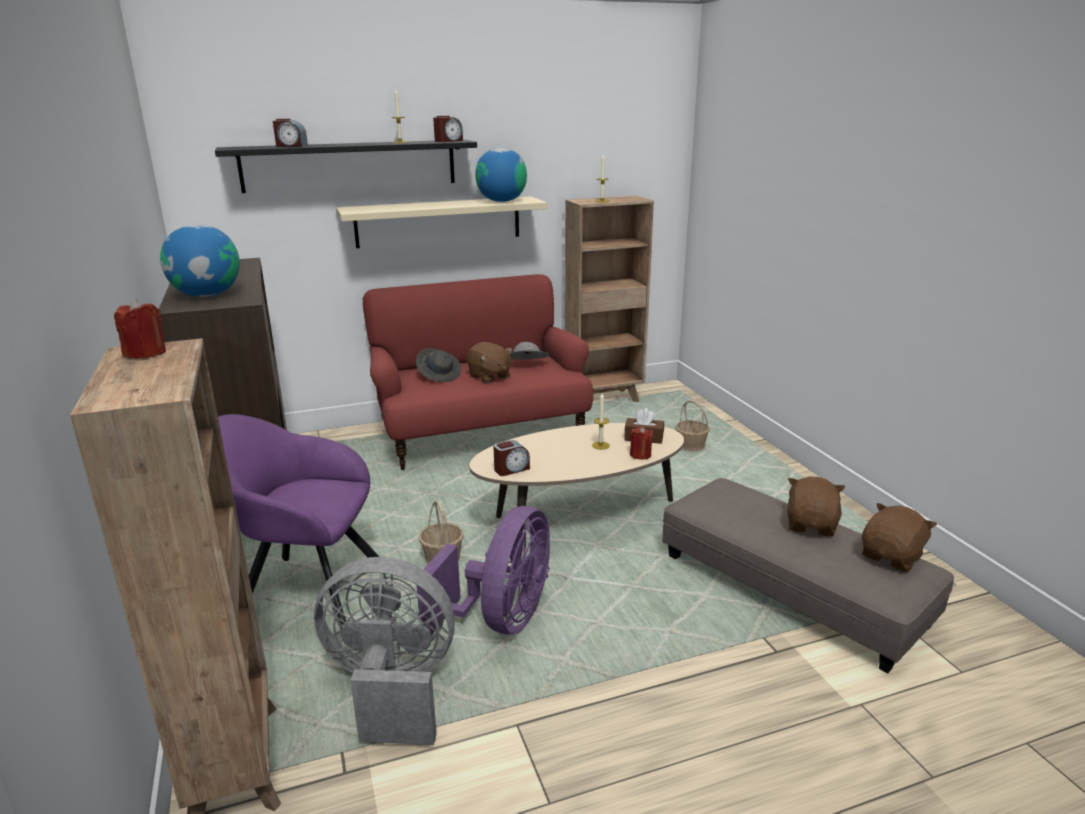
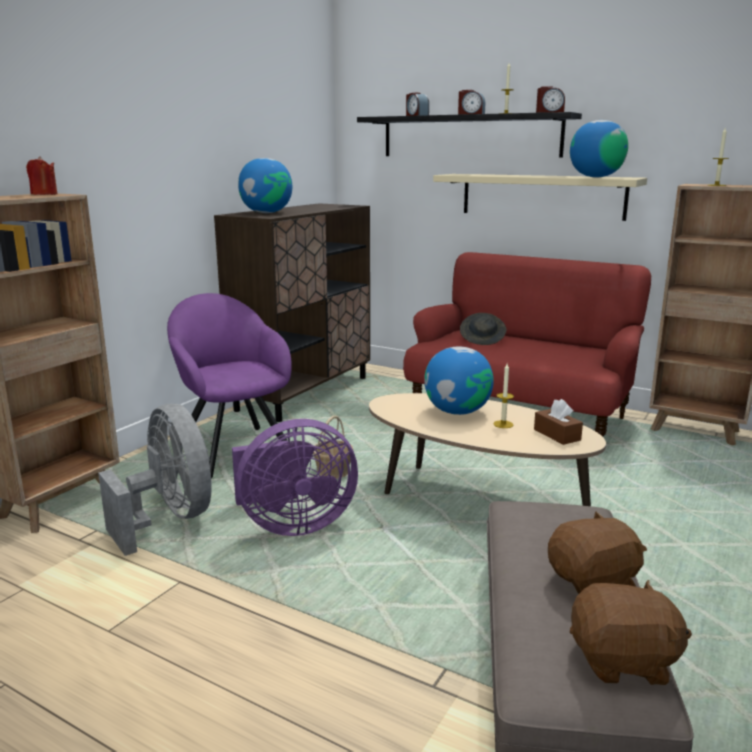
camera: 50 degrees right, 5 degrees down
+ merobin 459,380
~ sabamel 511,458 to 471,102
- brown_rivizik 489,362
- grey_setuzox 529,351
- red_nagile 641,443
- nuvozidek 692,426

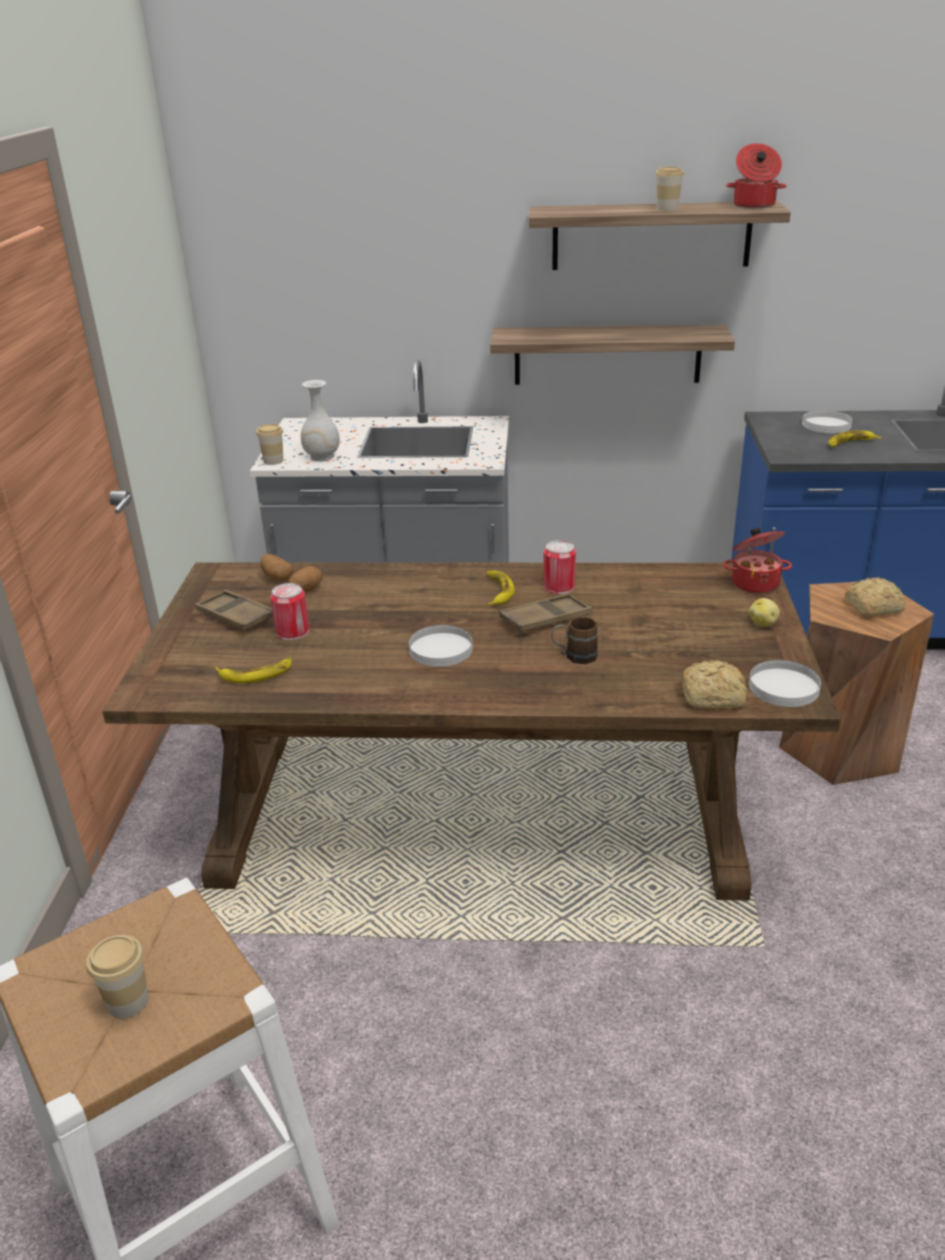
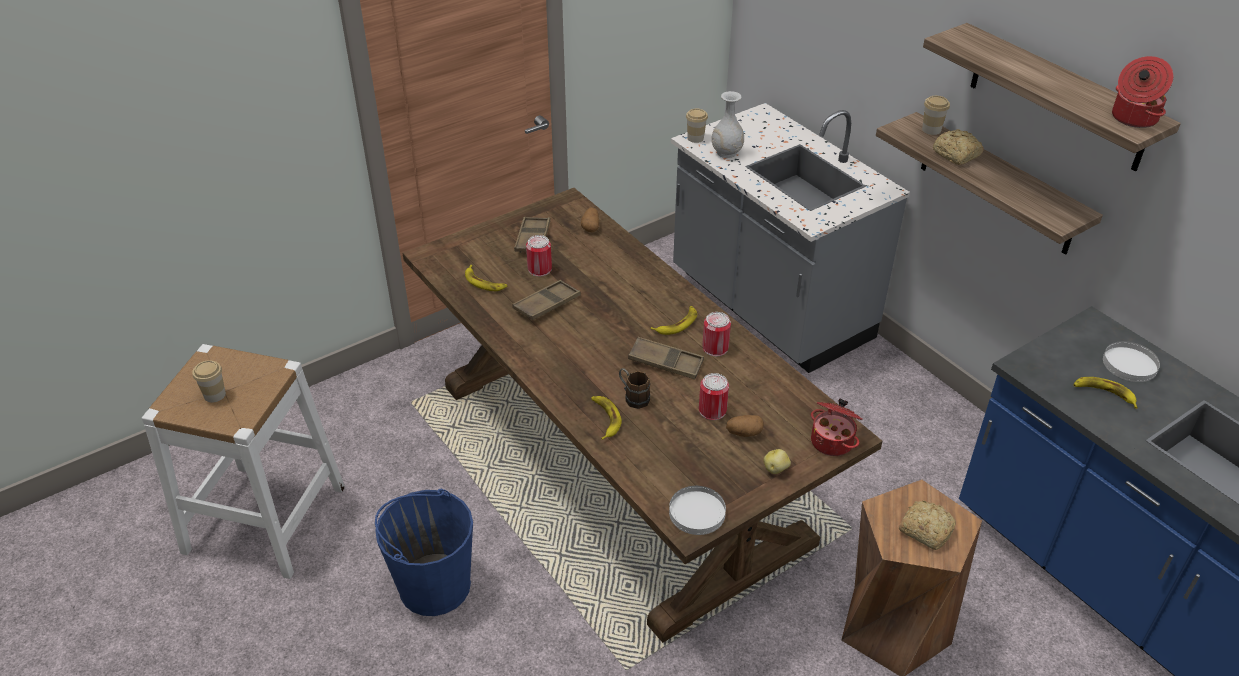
camera: 50 degrees right, 10 degrees up
+ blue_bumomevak 424,552
+ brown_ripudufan 547,300
+ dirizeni 606,418
+ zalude 714,396
~ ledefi 305,579 to 745,426
~ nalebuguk 669,189 to 936,115
~ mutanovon 715,684 to 958,147
- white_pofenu 441,646

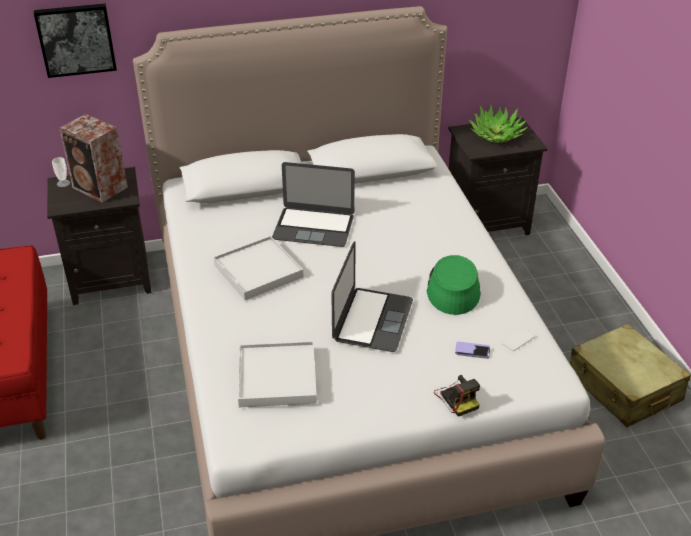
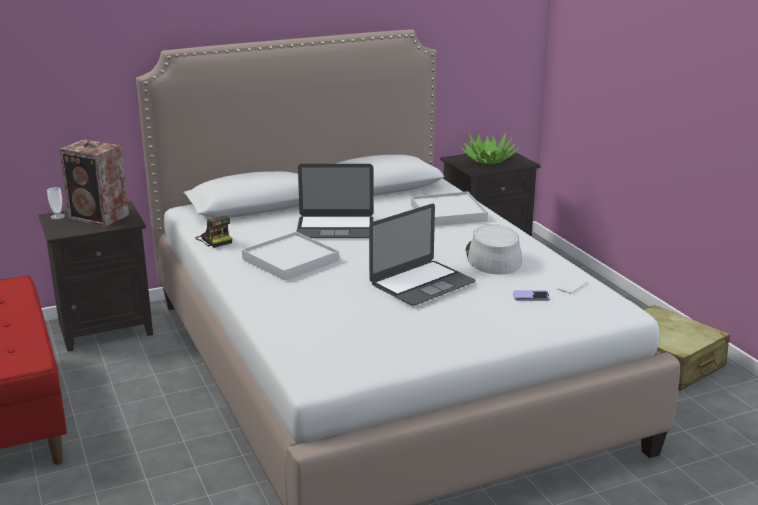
camera: 10 degrees left, 15 degrees down
~ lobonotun 457,396 to 213,231
~ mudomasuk 372,296 = 422,255 45 degrees clockwise
~ white_ripudufan 277,374 to 449,208
~ green_setuzox 454,285 to grey_setuzox 494,249
- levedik 75,40

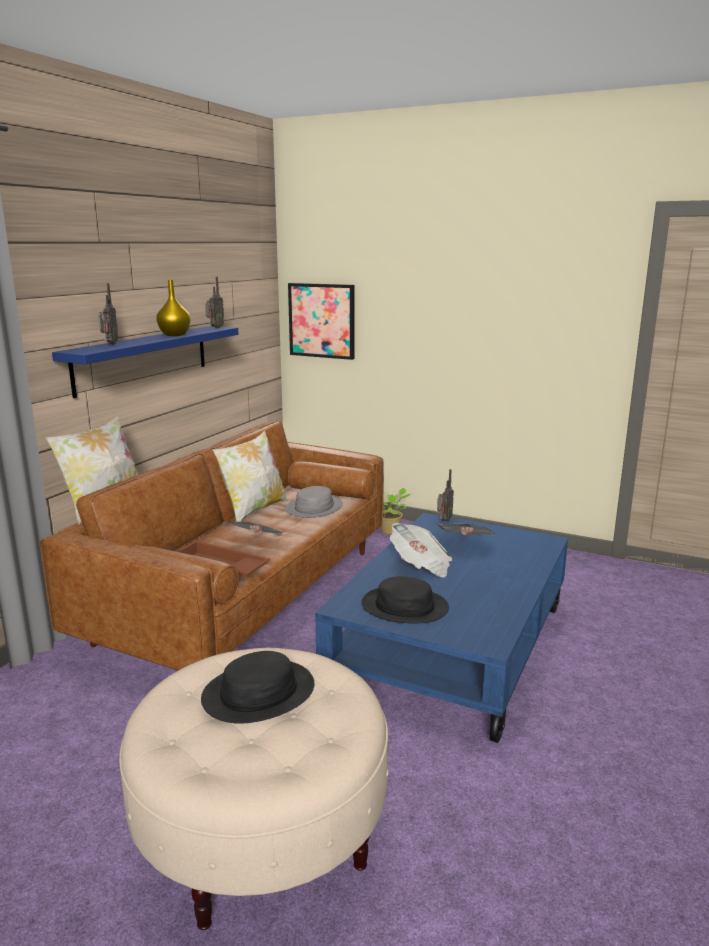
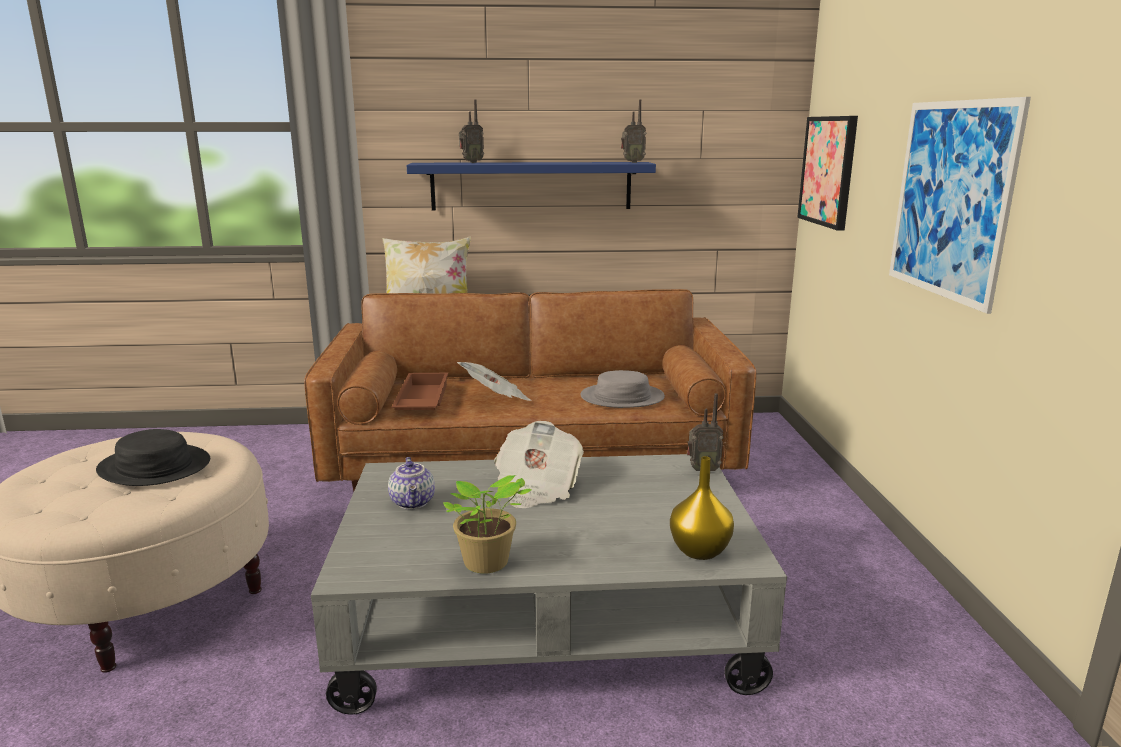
camera: 60 degrees right, 0 degrees up
~ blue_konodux 441,628 to grey_konodux 549,584
~ black_setuzox 405,600 to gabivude 411,483
~ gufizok 395,511 to 487,524
~ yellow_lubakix 173,308 to 702,508
+ levedik 960,205
- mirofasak 250,476
- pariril 465,529

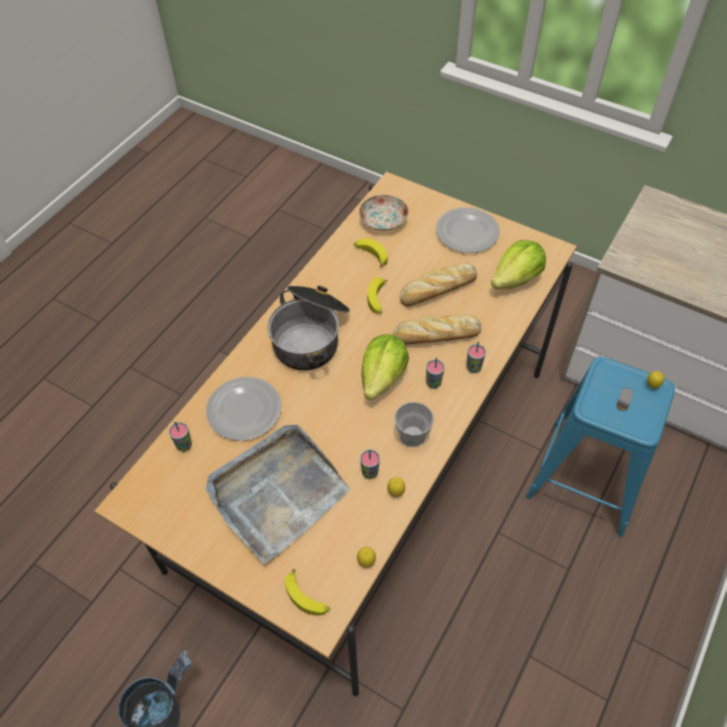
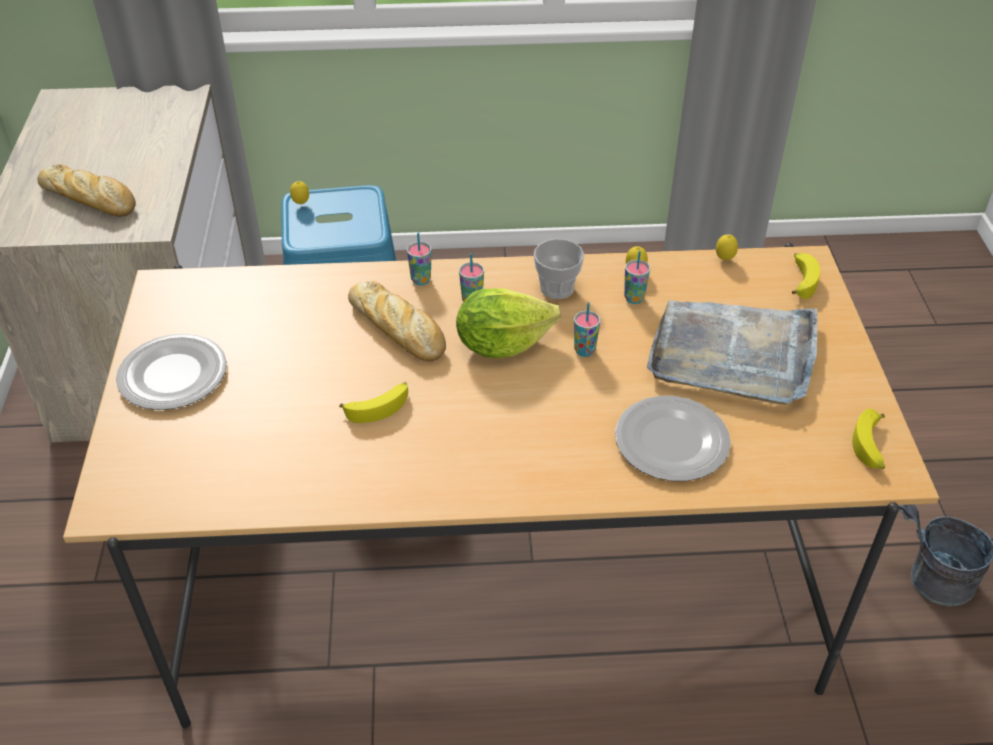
camera: 125 degrees left, 10 degrees down
~ mutanovon 438,284 to 86,190
~ nalebuguk 180,436 to 587,329
~ dirizeni 371,252 to 868,438
- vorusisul 309,328
- pofenu 384,213
- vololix 518,264

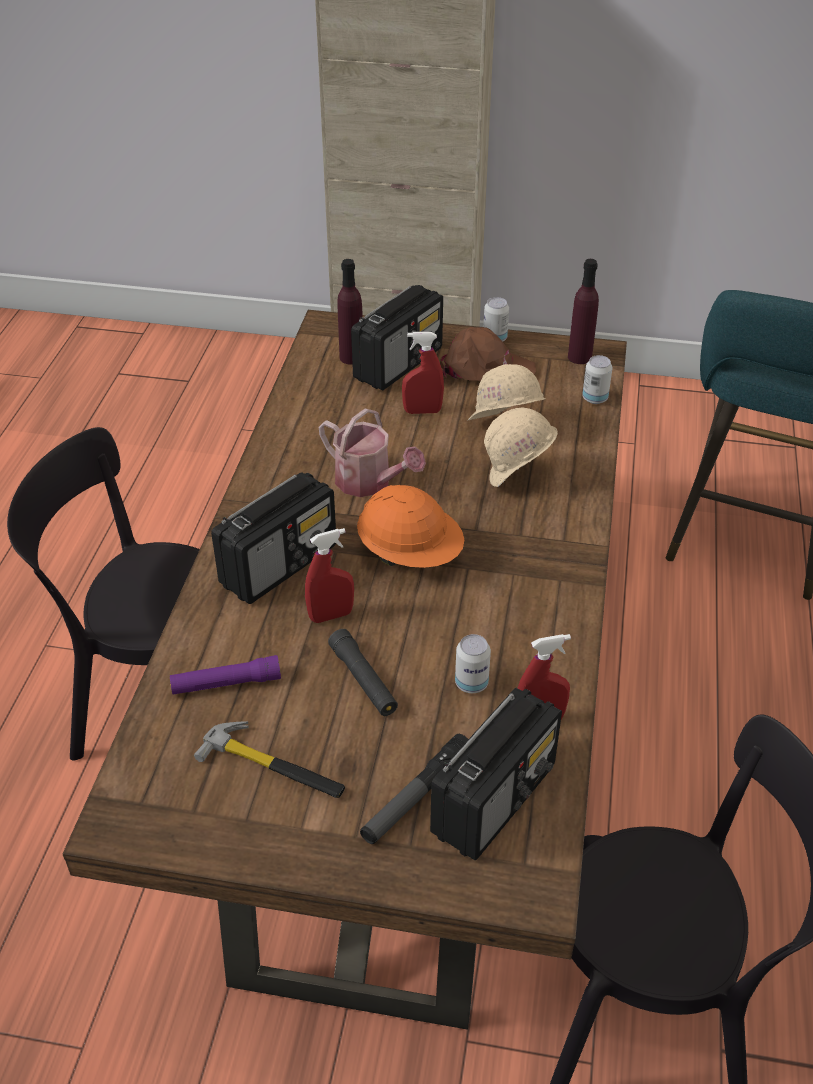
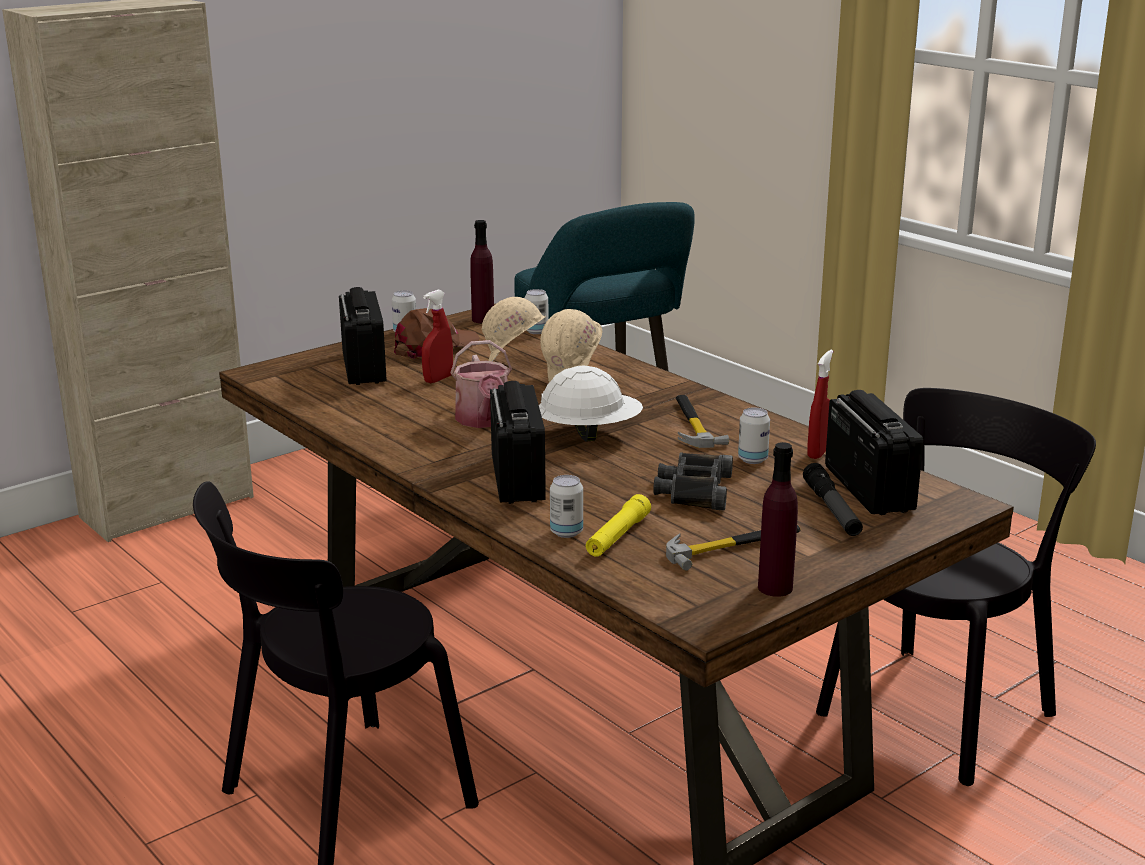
camera: 50 degrees left, 20 degrees down
~ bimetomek 372,452 = 481,384 90 degrees clockwise
~ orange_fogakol 410,526 to white_fogakol 591,404
+ zalude 566,506
~ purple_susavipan 225,675 to yellow_susavipan 618,525
~ black_susavipan 363,672 to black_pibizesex 693,481
+ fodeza 702,421
~ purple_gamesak 350,312 to 778,519
- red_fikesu 329,575

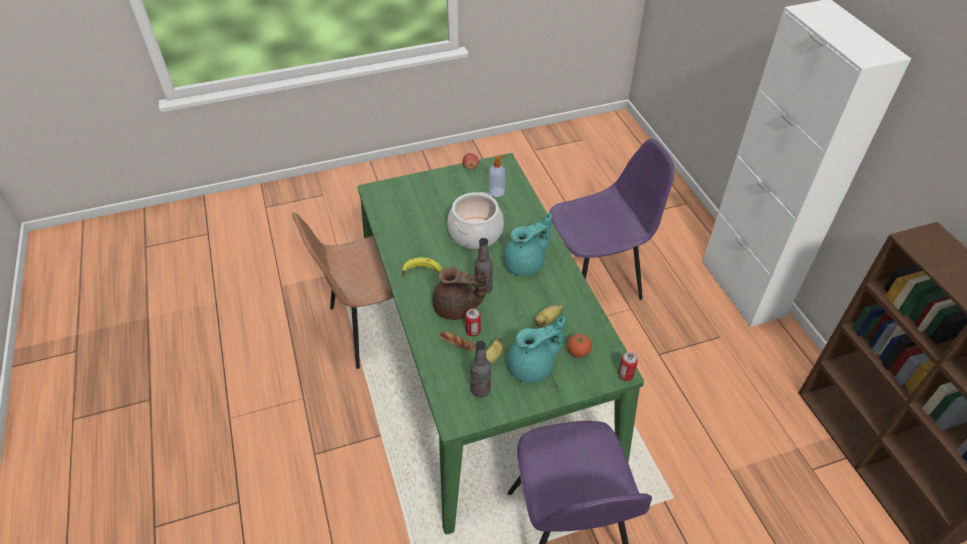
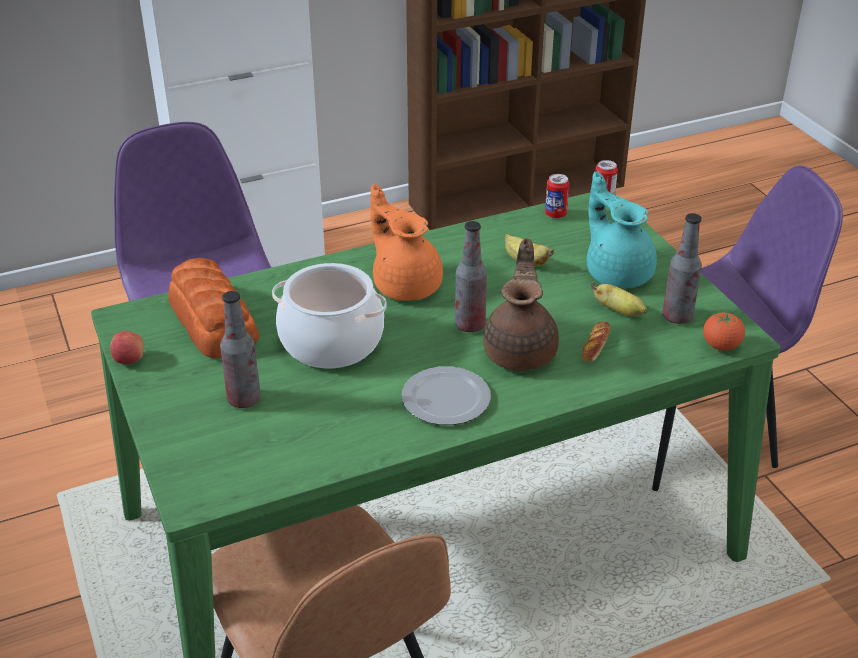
camera: 95 degrees left, 10 degrees down
~ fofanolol 497,176 to mutanovon 213,308
+ gamesak 240,349
~ turquoise_gabivude 527,244 to orange_gabivude 406,242
~ dirizeni 422,266 to pofenu 446,395
~ zalude 473,323 to 557,196
~ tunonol 579,346 to 724,331

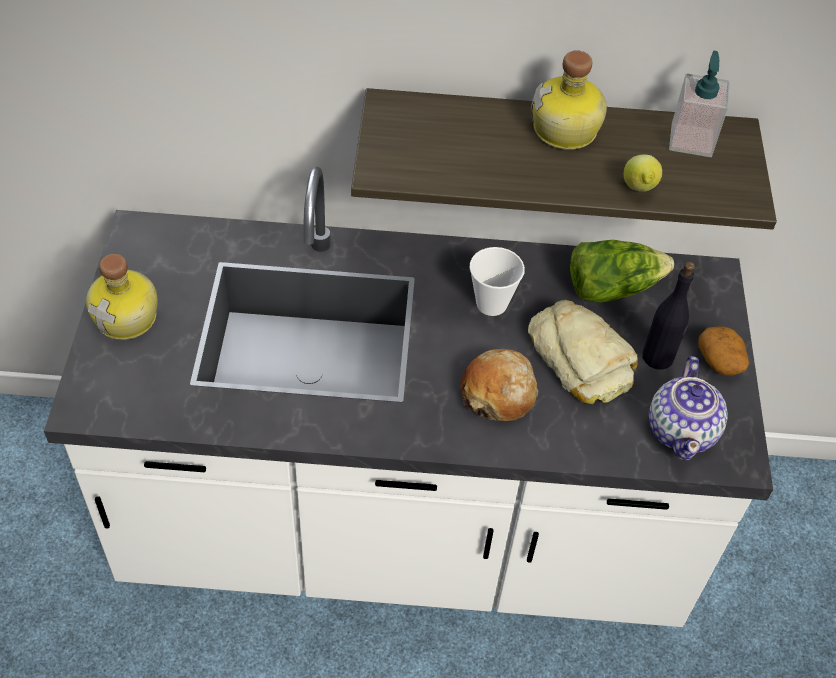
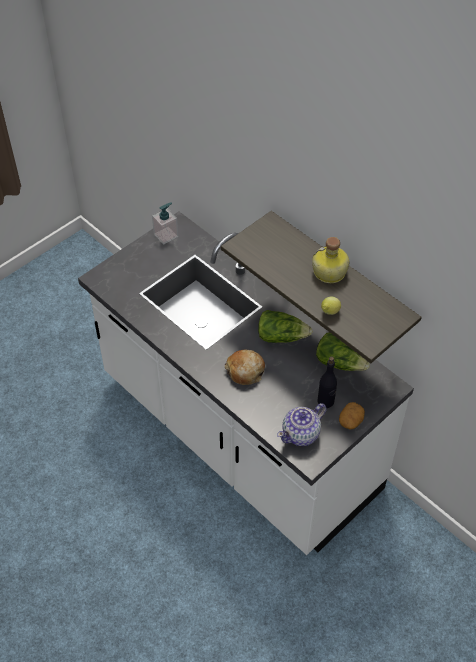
camera: 45 degrees right, 0 degrees up
~ fofanolol 699,104 to 165,223
~ nalebuguk 497,281 to vololix 285,326
- gamesak 122,297
- mutanovon 583,352

